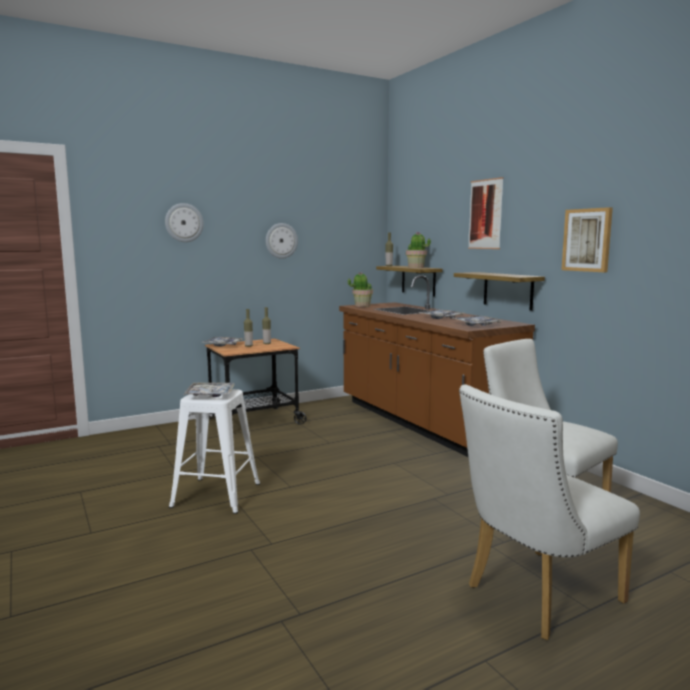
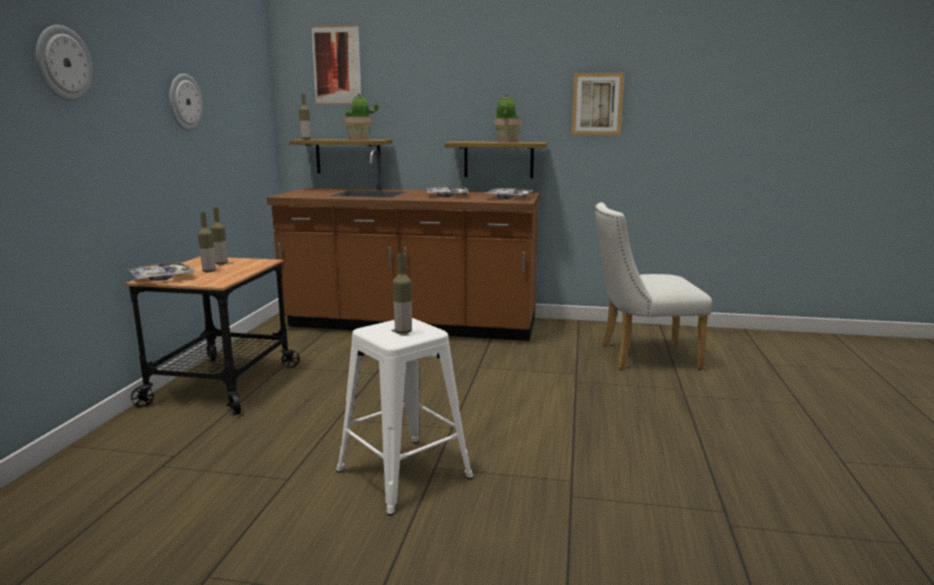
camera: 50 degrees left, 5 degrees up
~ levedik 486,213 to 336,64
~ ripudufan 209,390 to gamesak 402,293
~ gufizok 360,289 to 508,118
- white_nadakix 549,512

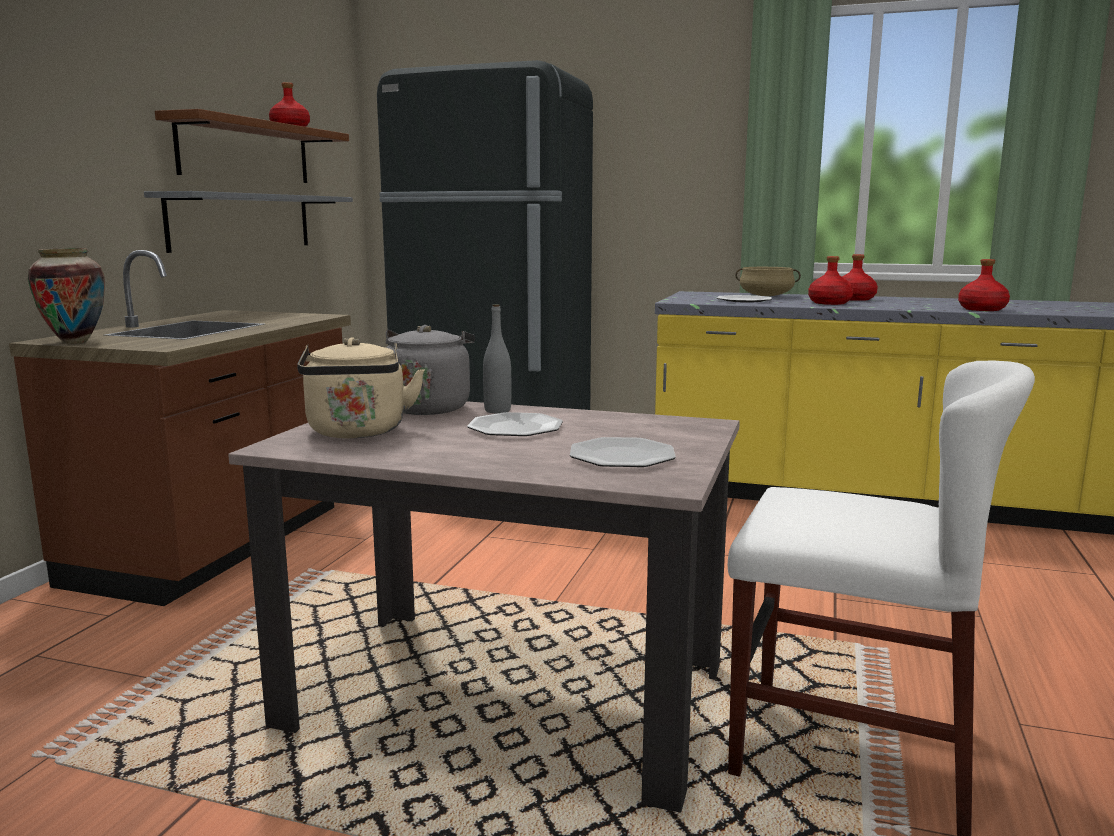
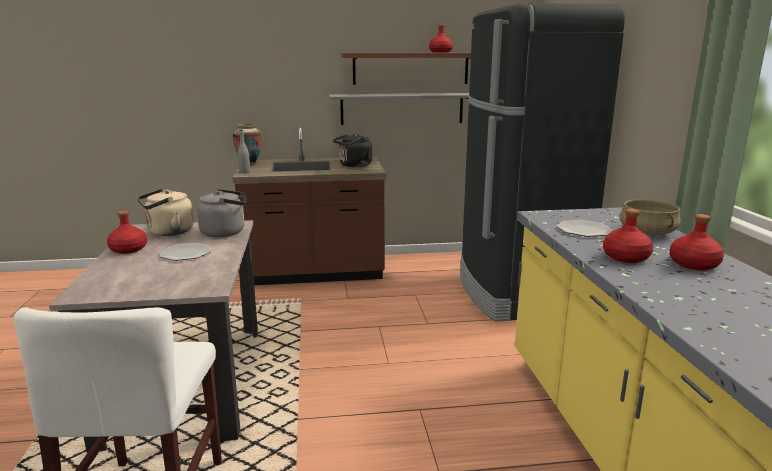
camera: 65 degrees right, 5 degrees up
~ red_gamesak 984,285 to 127,232
~ grey_gamesak 497,358 to 244,152
+ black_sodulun 352,150
- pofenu 623,452

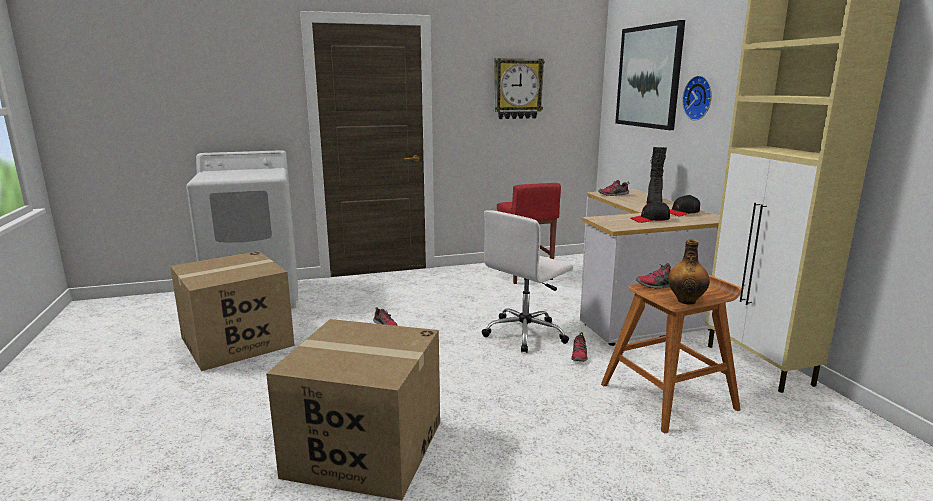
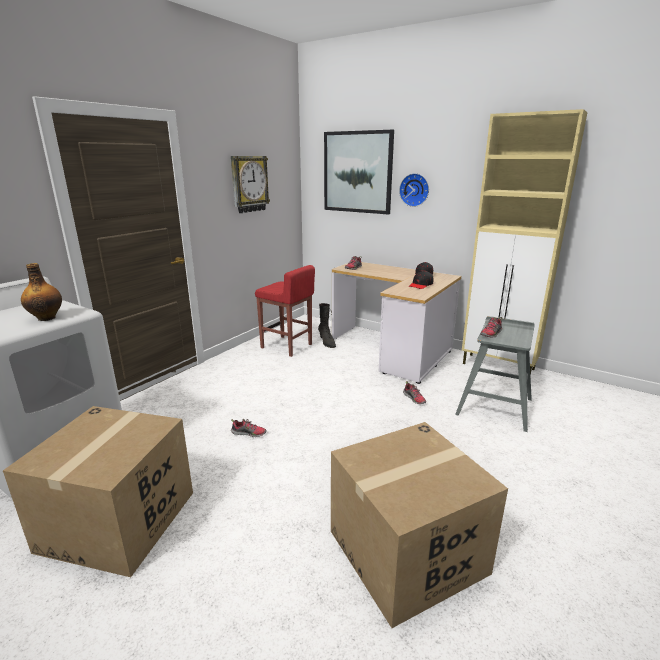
camera: 40 degrees left, 5 degrees up
~ gamesak 689,272 to 41,292
~ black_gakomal 656,175 to 327,325
~ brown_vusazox 671,354 to grey_vusazox 495,374
- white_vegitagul 527,281

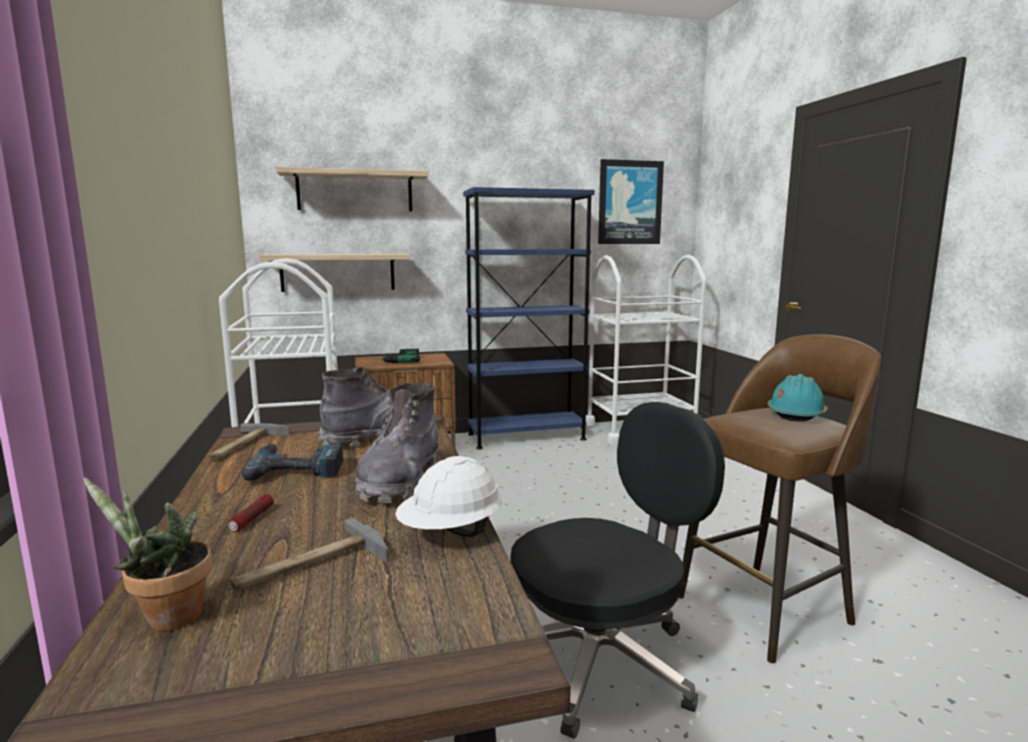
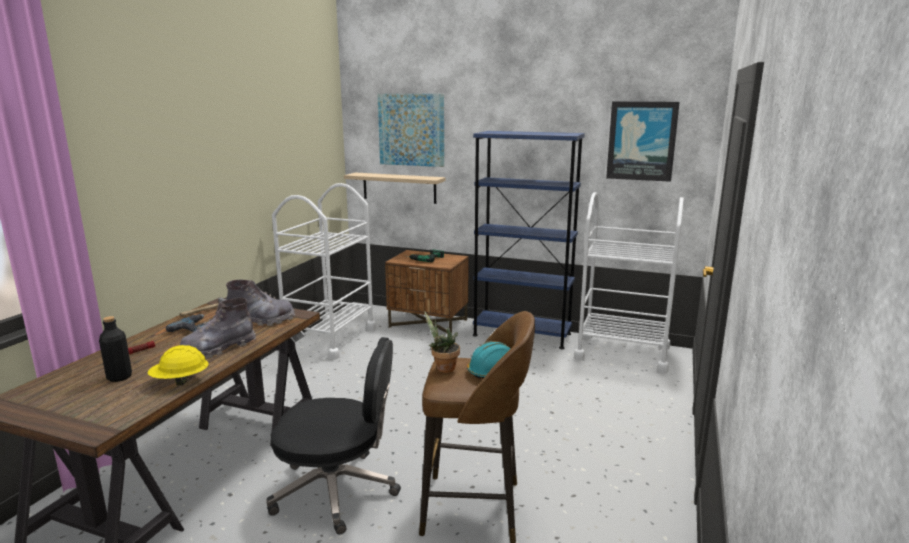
camera: 35 degrees right, 5 degrees up
~ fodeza 309,554 to black_gamesak 115,349
~ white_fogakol 448,496 to yellow_fogakol 178,365
~ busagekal 352,189 to levedik 411,130
~ gufizok 147,554 to 442,342

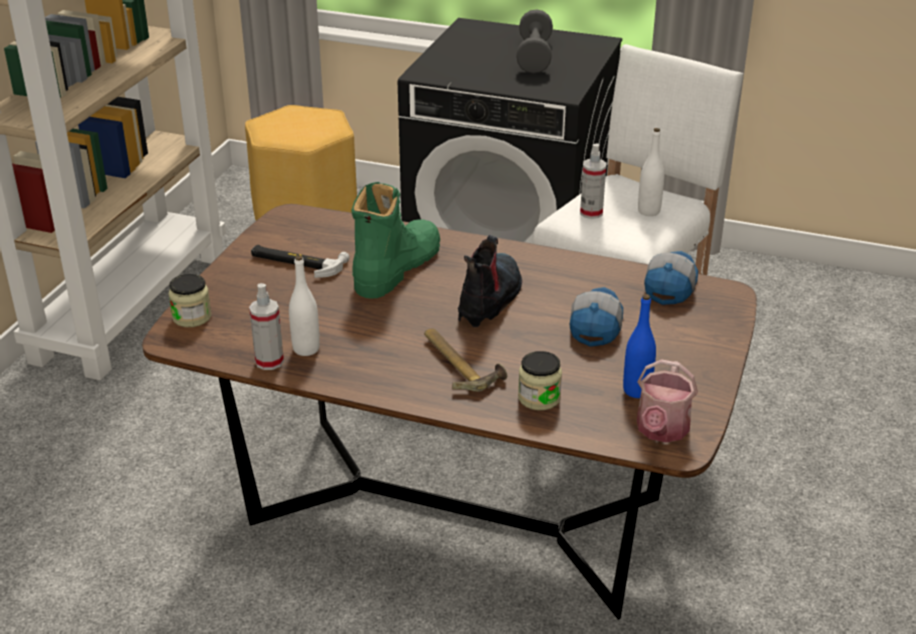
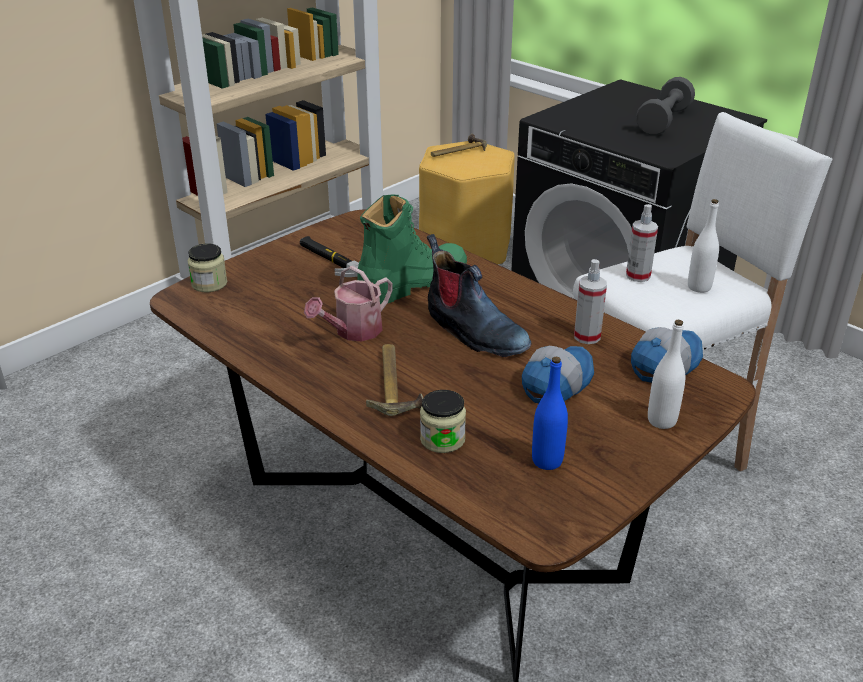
camera: 25 degrees right, 0 degrees up
~ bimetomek 667,401 to 348,303
~ gakomal 490,281 = 479,295 90 degrees clockwise
+ fodeza 459,145
~ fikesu 266,326 to 590,301
~ white_gamesak 304,305 to 666,374

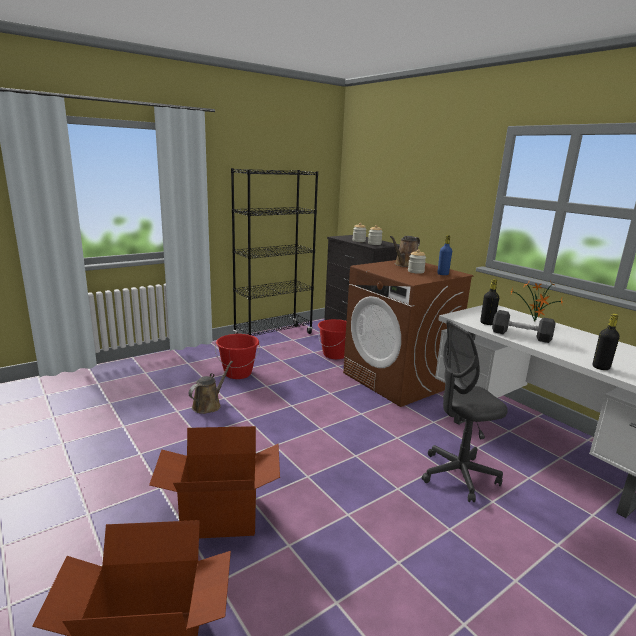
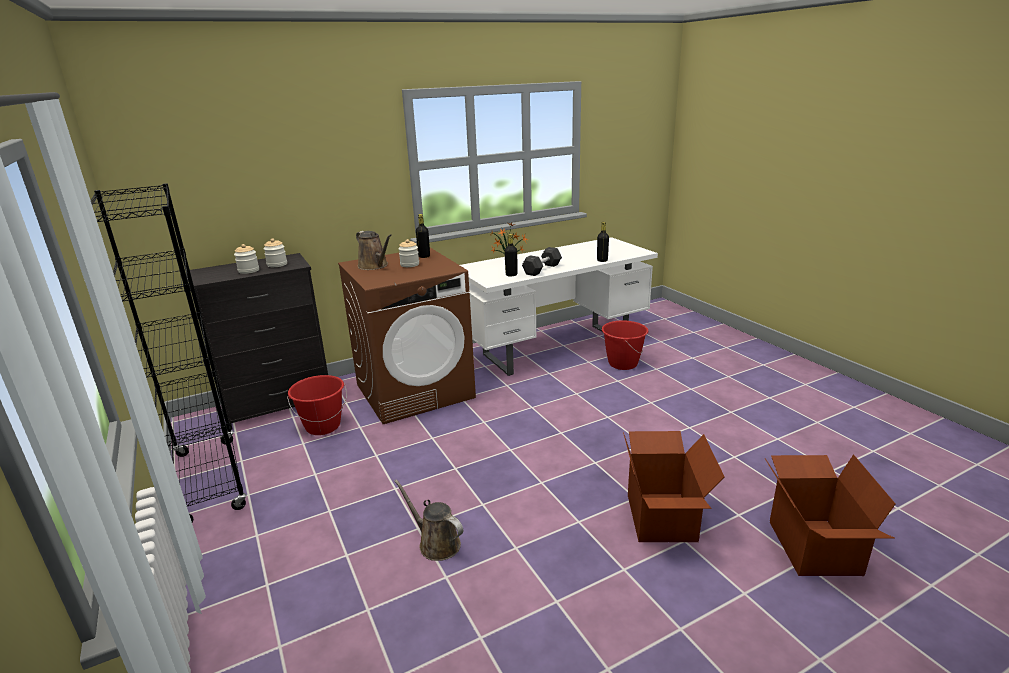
camera: 80 degrees left, 5 degrees up
~ blue_gamesak 445,255 to black_gamesak 423,236
~ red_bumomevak 237,356 to 625,345
- grey_vegitagul 465,411

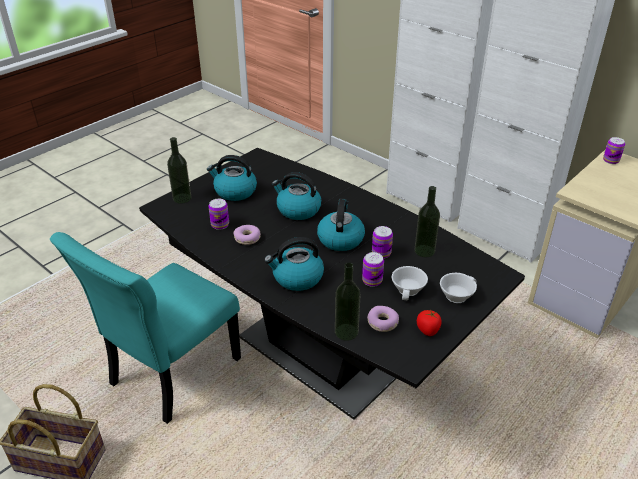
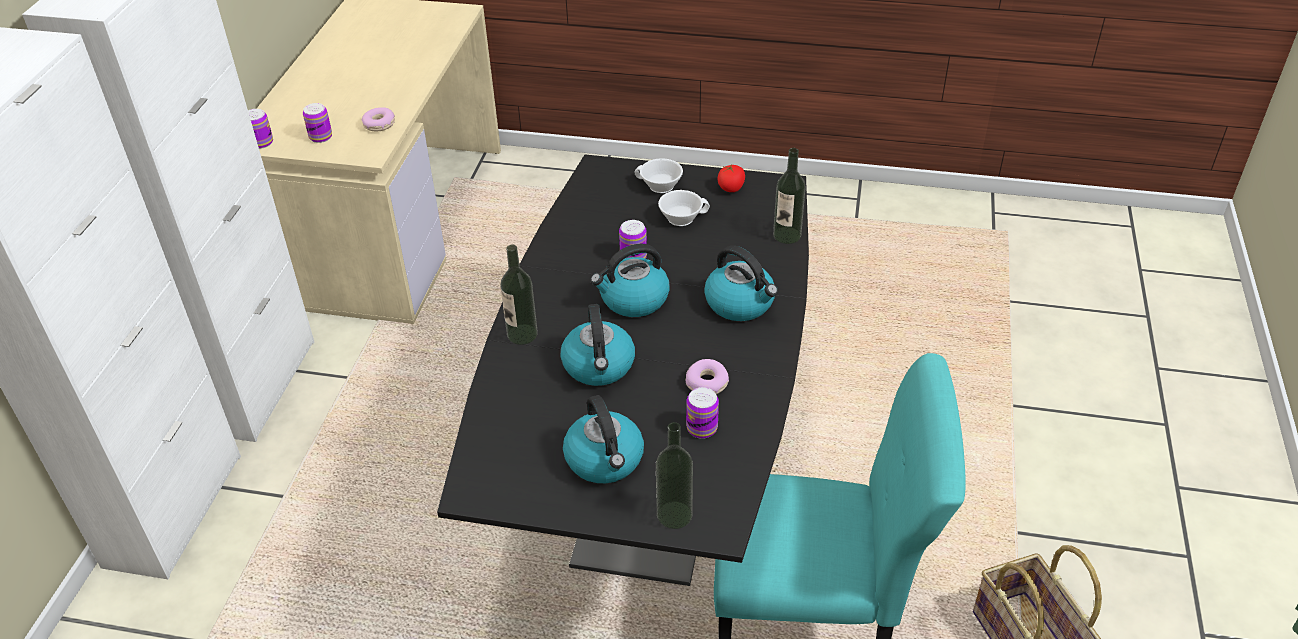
camera: 120 degrees left, 5 degrees up
~ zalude 373,269 to 317,123
~ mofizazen 383,319 to 378,119
~ gamesak 427,221 to 519,294

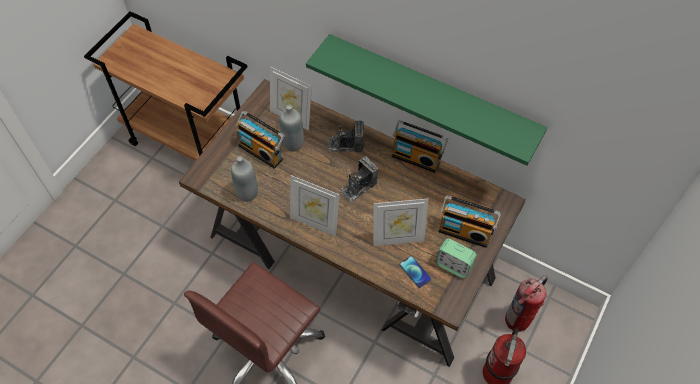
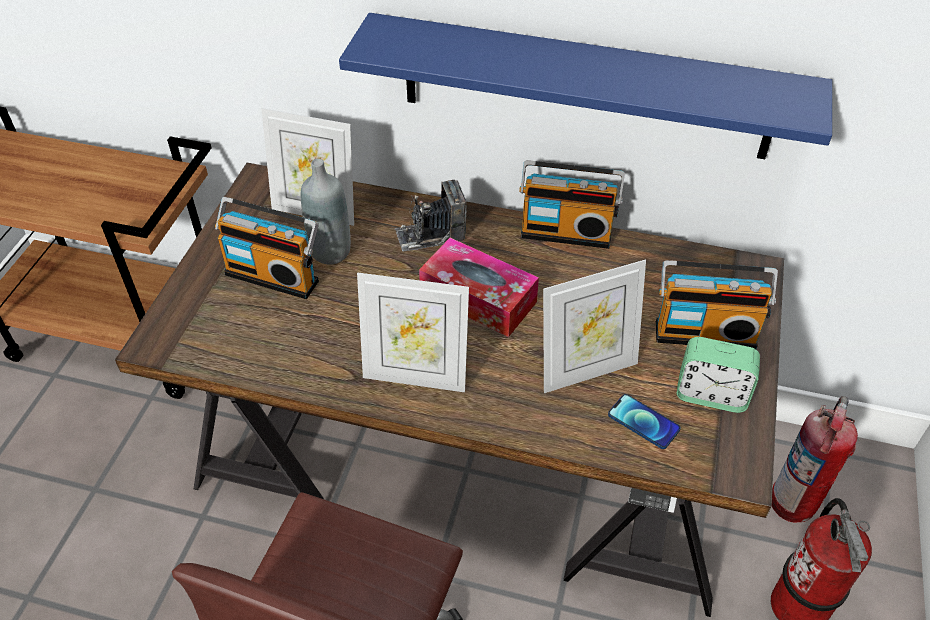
camera: 15 degrees left, 10 degrees down
~ green_busagekal 426,100 to blue_busagekal 585,86
~ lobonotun 358,179 to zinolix 479,287
- grey_gamesak 244,179

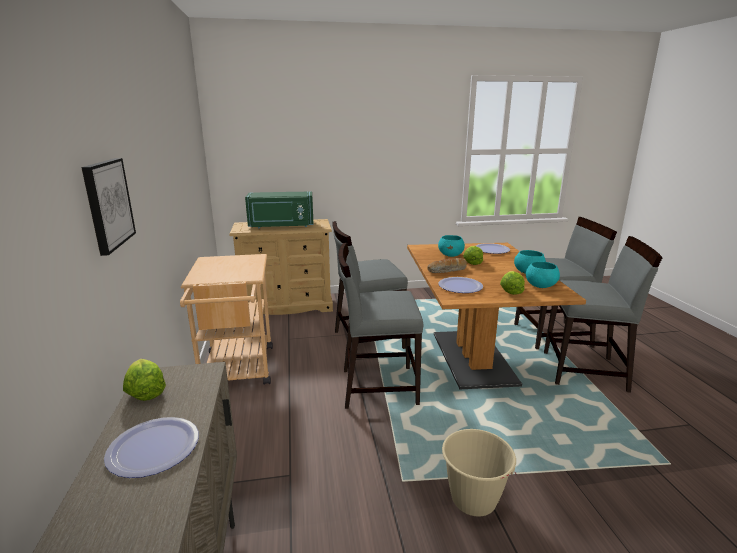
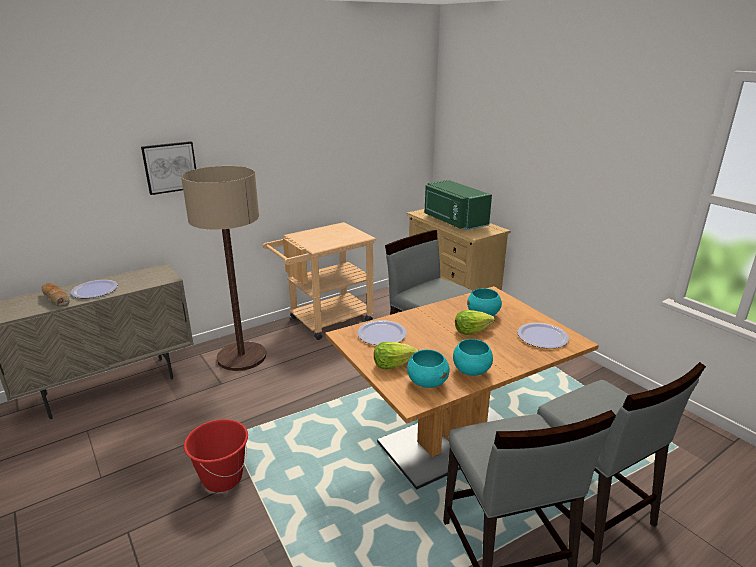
camera: 65 degrees right, 5 degrees up
~ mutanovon 447,265 to 55,294
+ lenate 223,268
~ beige_bumomevak 479,473 to red_bumomevak 216,455
- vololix 144,380
- grey_nadakix 380,326

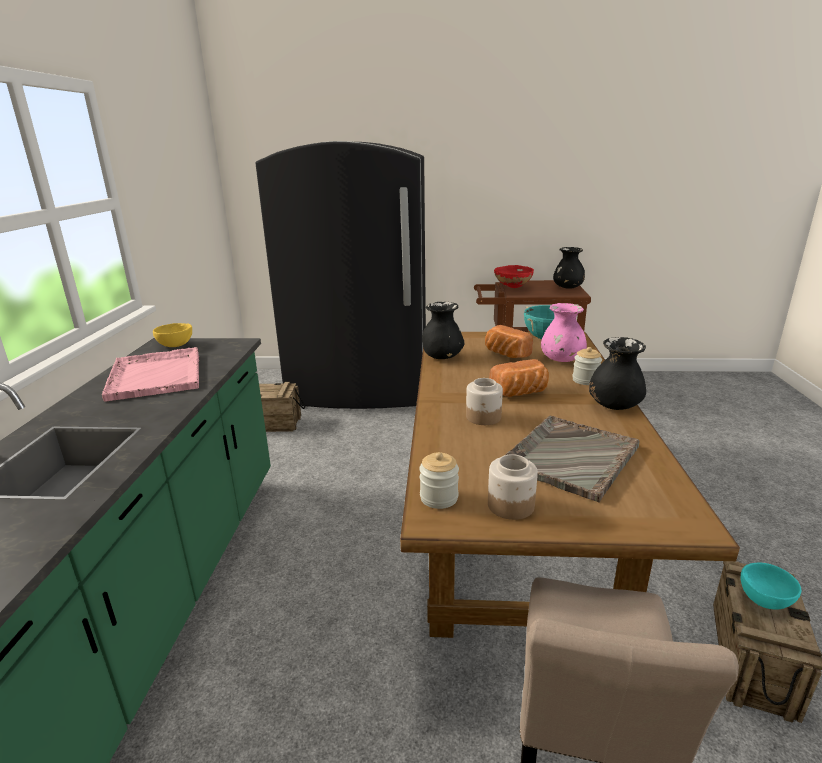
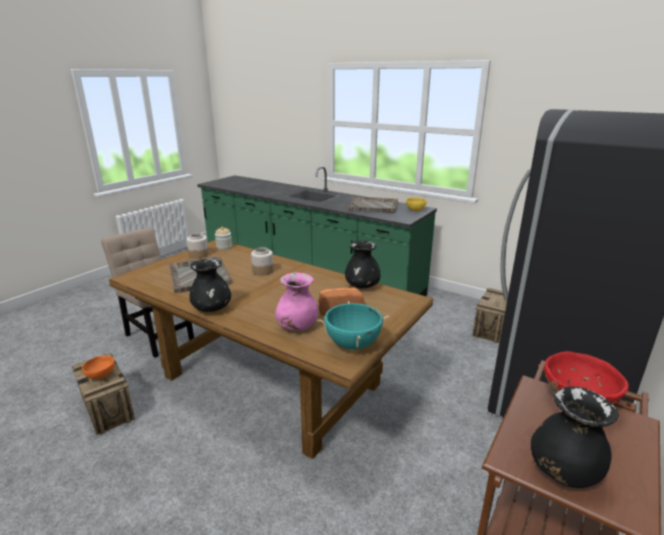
camera: 120 degrees right, 0 degrees up
~ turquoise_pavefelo 771,586 to orange_pavefelo 98,367
~ pink_ripudufan 151,374 to grey_ripudufan 372,205
- mutanovon 519,378
- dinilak 587,366

